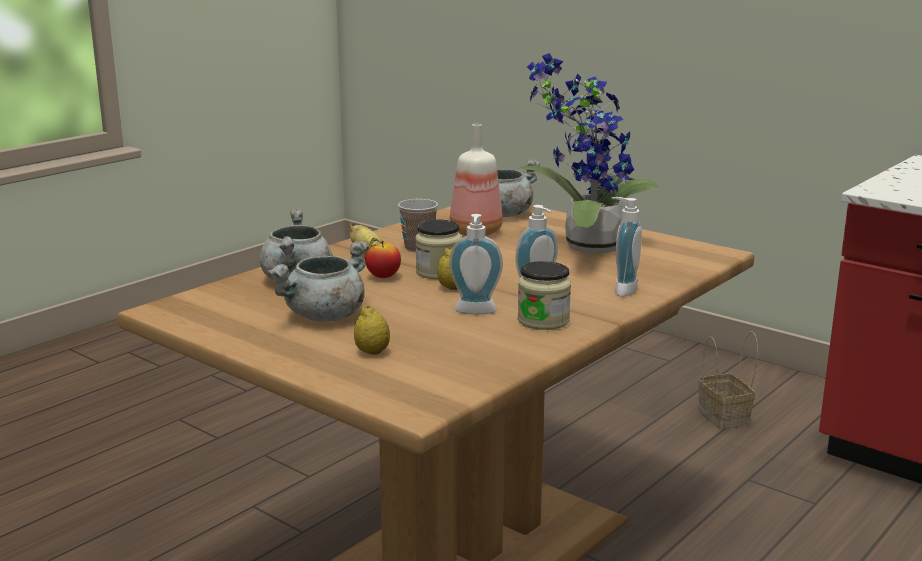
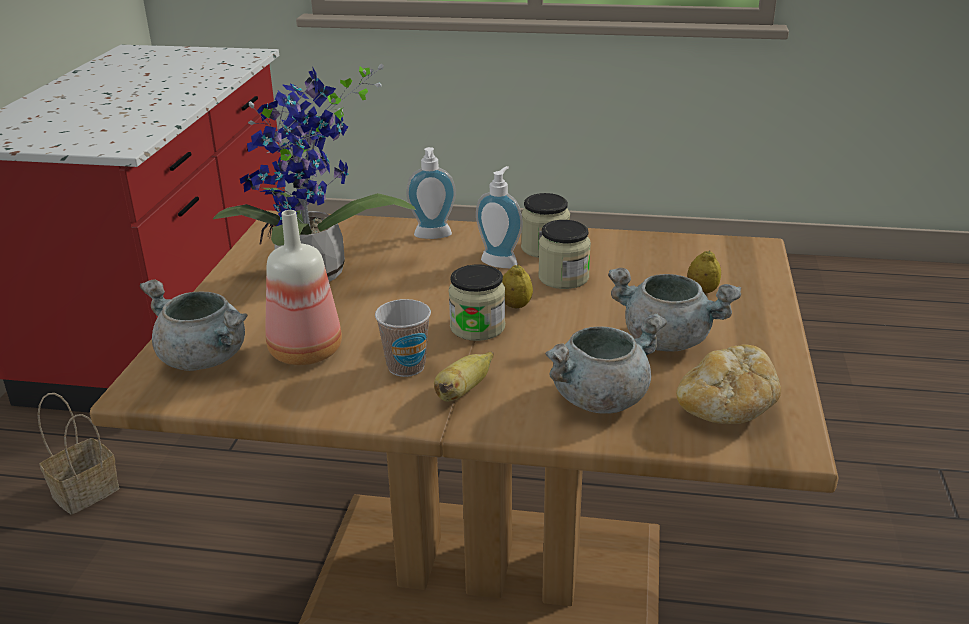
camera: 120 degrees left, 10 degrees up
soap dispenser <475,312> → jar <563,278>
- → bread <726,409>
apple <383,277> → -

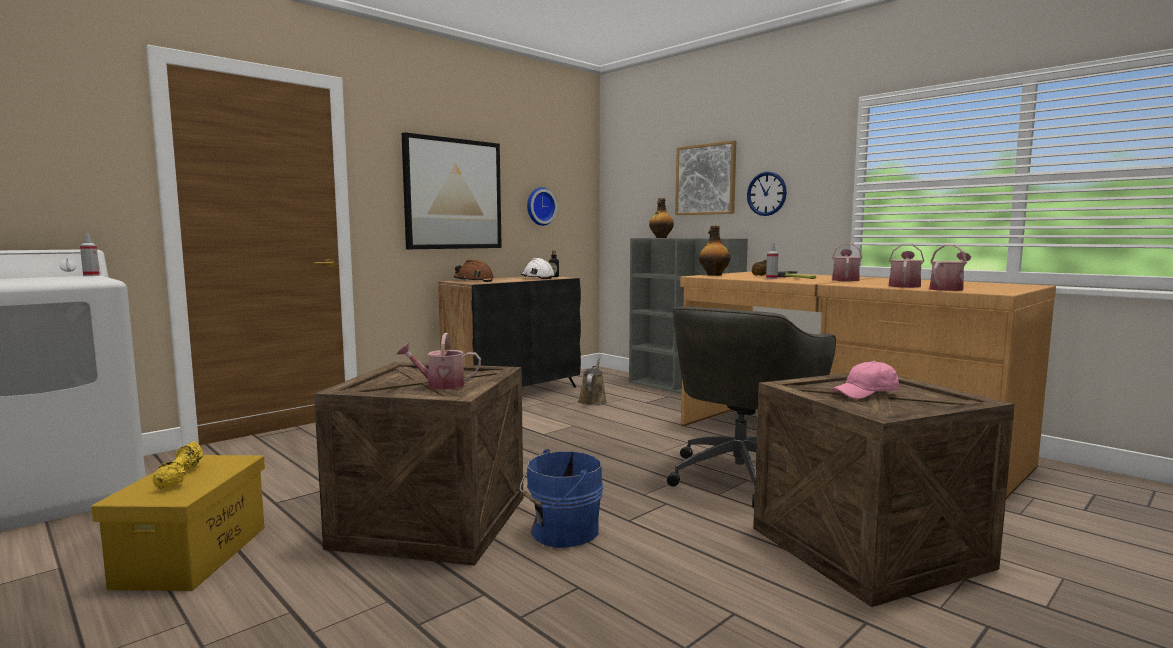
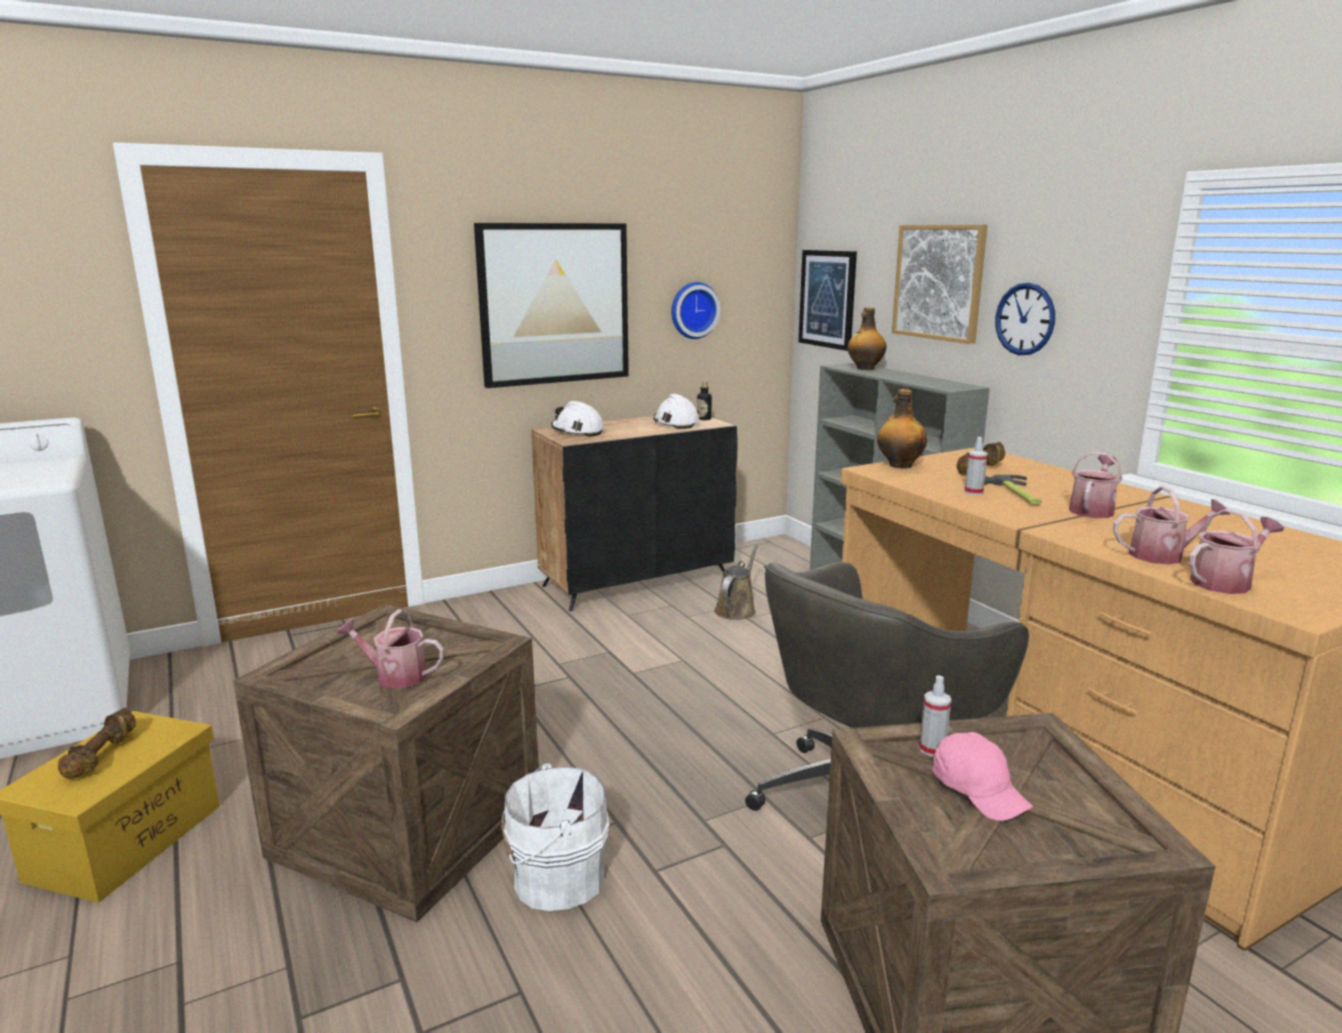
camera: 15 degrees right, 10 degrees up
dumbbell/yellow <181,477> → dumbbell/brown <103,756>
bucket/blue <561,532> → bucket/white <554,878>
hard hat/brown <473,281> → hard hat/white <577,431>
- → picture <827,299>
spray bottle <91,275> → spray bottle <932,750>, moved
cap/pink <866,394> → cap/pink <979,790>, 120 degrees counterclockwise
watering can <904,286> → watering can <1163,555>, 45 degrees clockwise

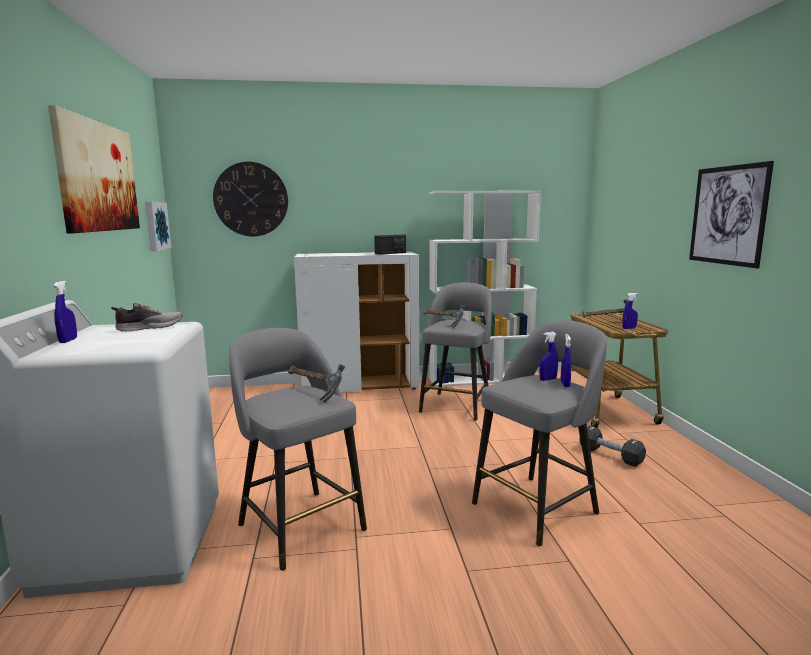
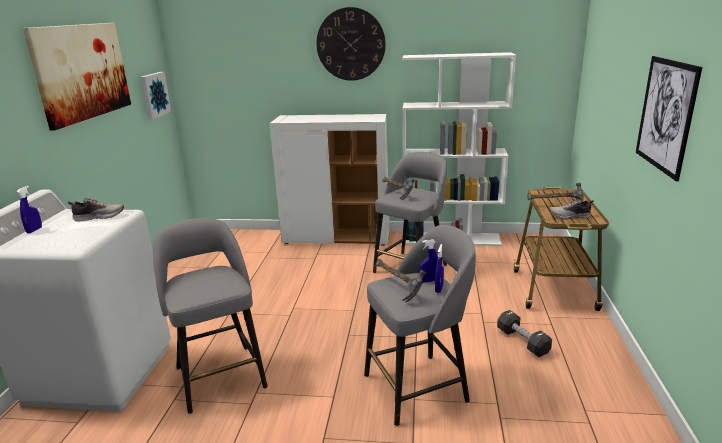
camera: 15 degrees right, 10 degrees up
wall clock <251,199> → wall clock <350,44>, moved
hammer <315,392> → hammer <398,288>, moved
spray bottle/blue <629,328> → shoe <570,216>
radio <390,253> → -

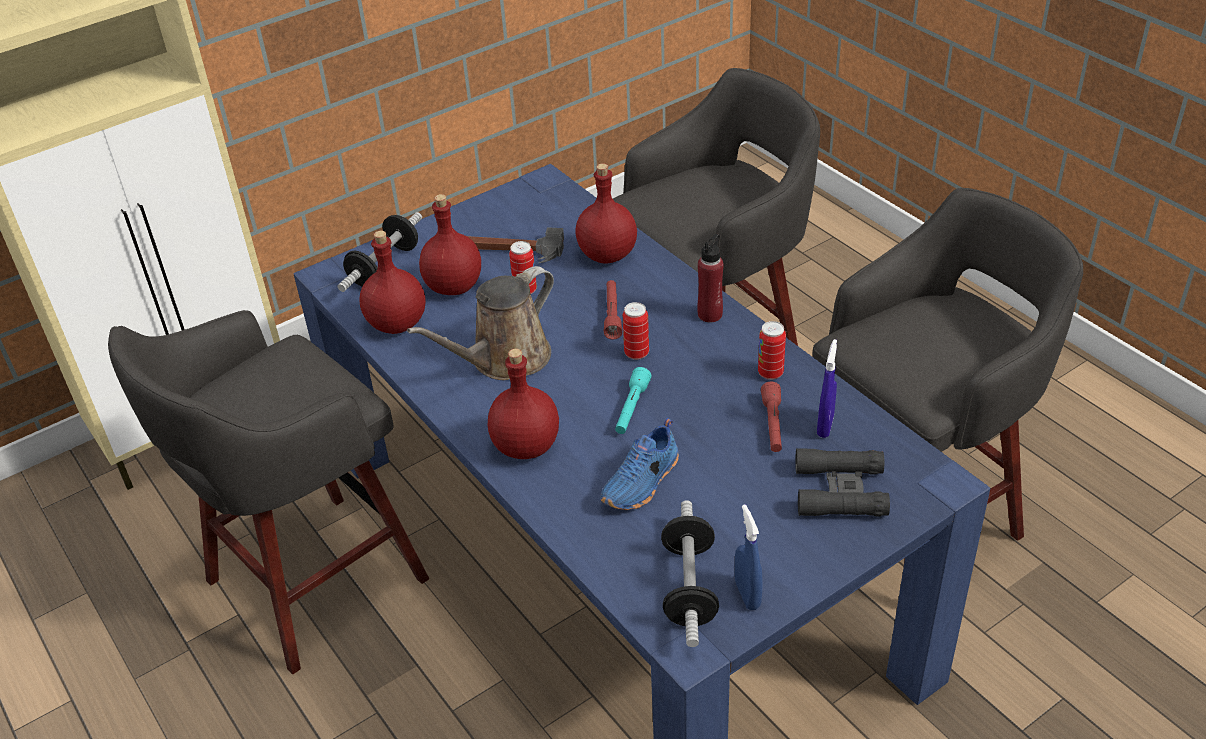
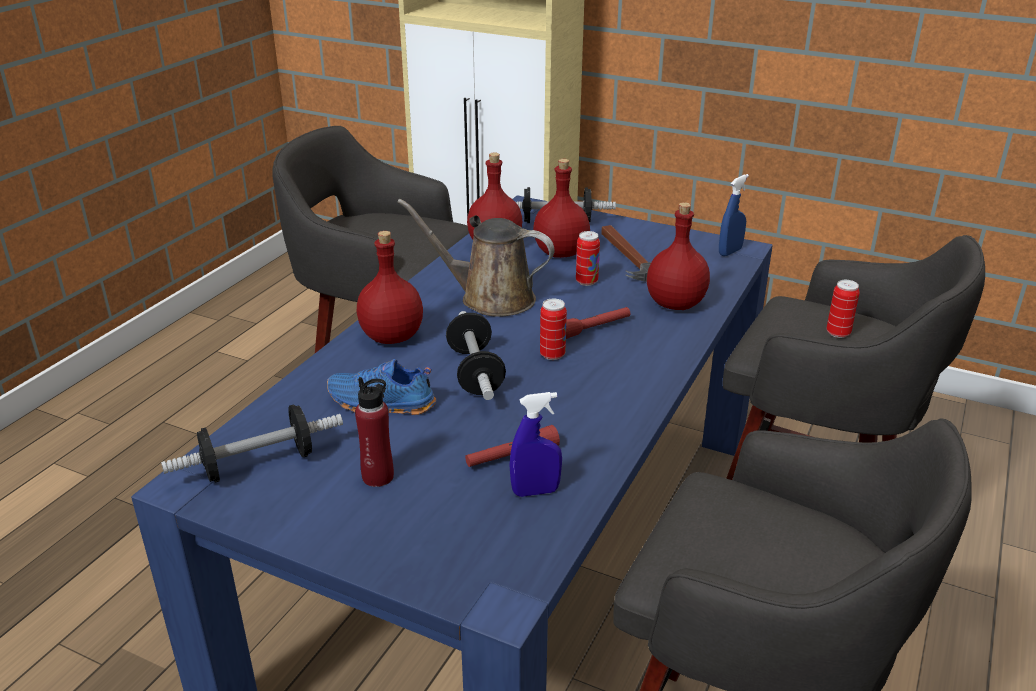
camera: 60 degrees right, 10 degrees down
bottle/red <710,314> → bottle/red <378,476>, moved
flashlight/turquoise <631,408> → dumbbell <475,372>
spray bottle/blue <747,595> → spray bottle/blue <730,252>, moved
can <770,373> → can <838,333>, moved
binoculars/black <840,491> → -

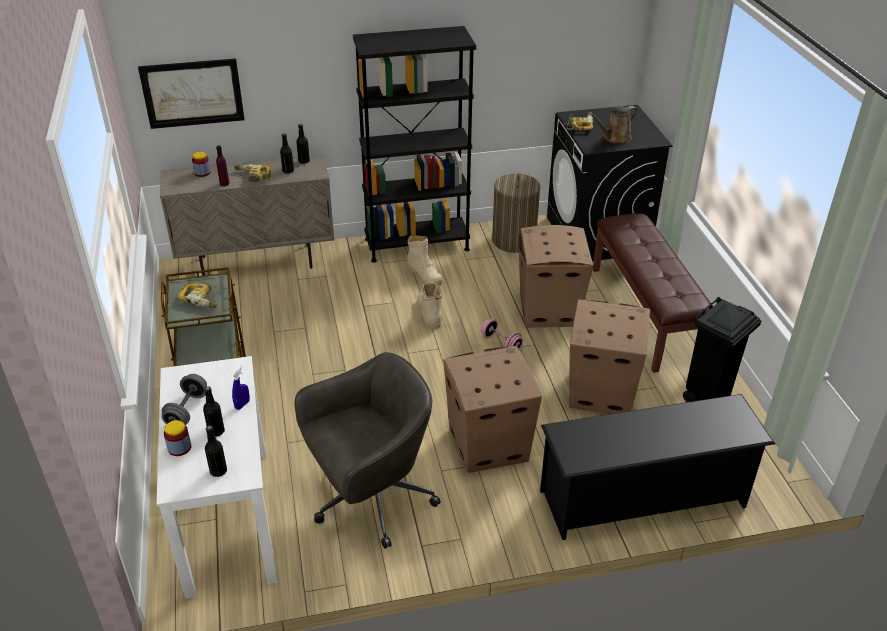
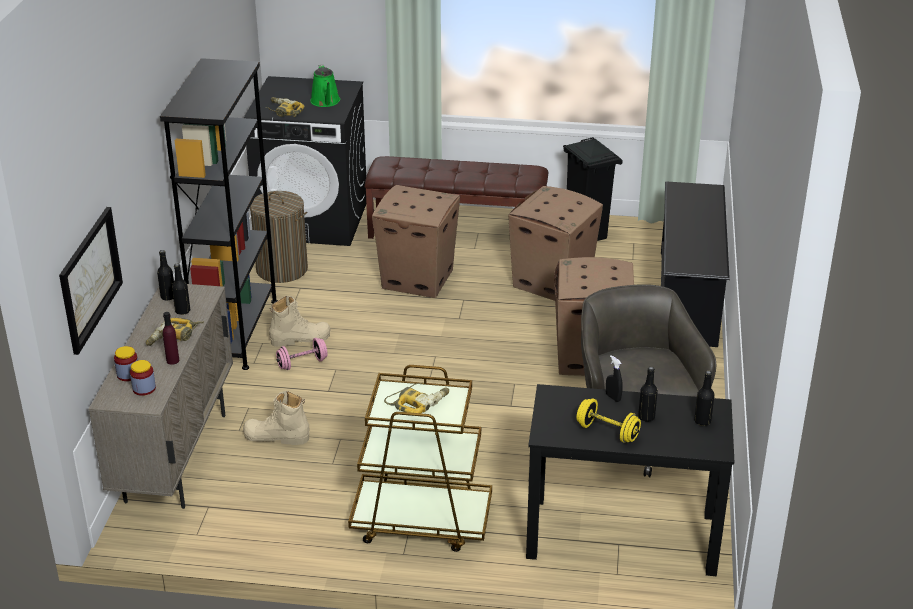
camera: 70 degrees left, 5 degrees down
jar <179,447> → jar <144,389>, moved
boot/beige <429,313> → boot/beige <276,436>, moved
dumbbell/pink <501,343> → dumbbell/pink <302,363>, moved
watering can/brown <615,138> → watering can/green <326,102>
desk/white <228,518> → desk/black <621,535>
dumbbell/grey <187,410> → dumbbell/yellow <607,432>
spray bottle/blue <242,405> → spray bottle/black <613,397>

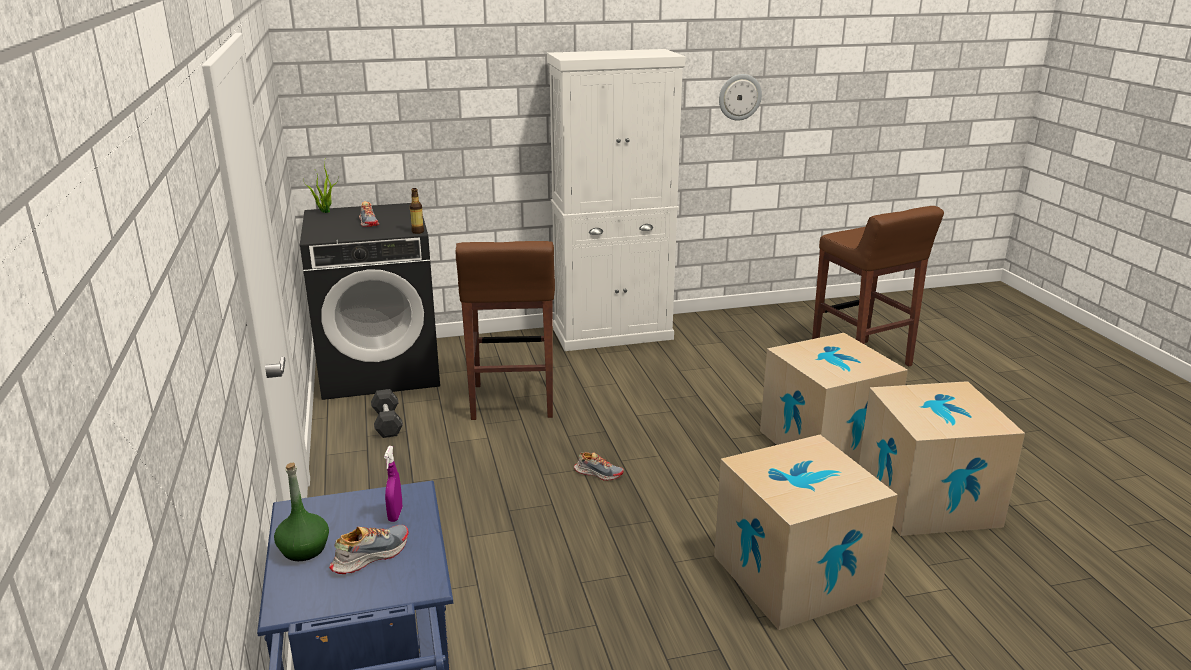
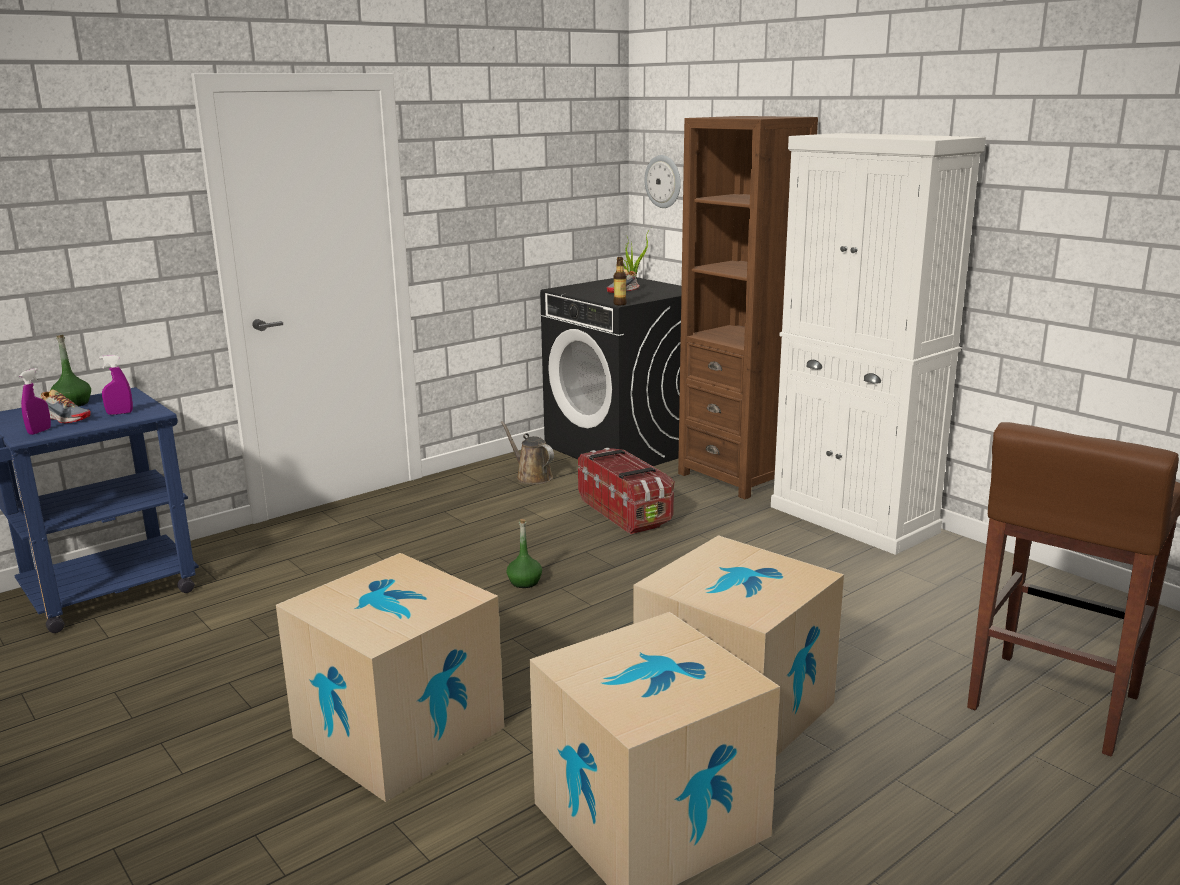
camera: 65 degrees right, 5 degrees down
- → spray bottle/purple <39,431>
dumbbell/black <387,423> → watering can/brown <531,477>
shoe <598,473> → bottle/green <524,582>
stool/brown <512,402> → storage box <625,511>
wall clock <739,97> → wall clock <663,181>, moved
- → bookcase/brown <737,477>

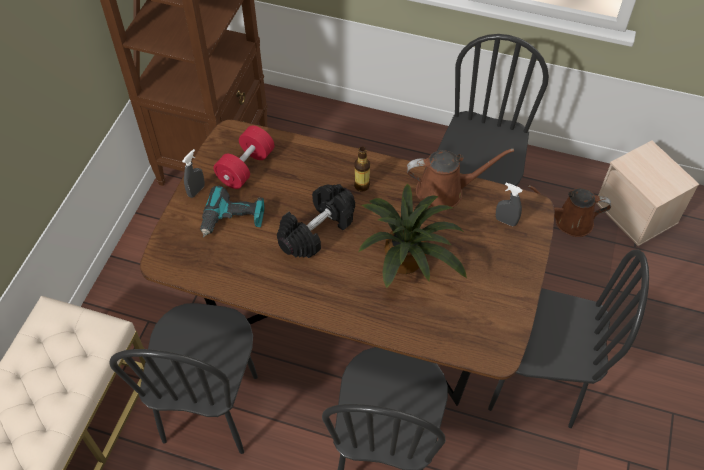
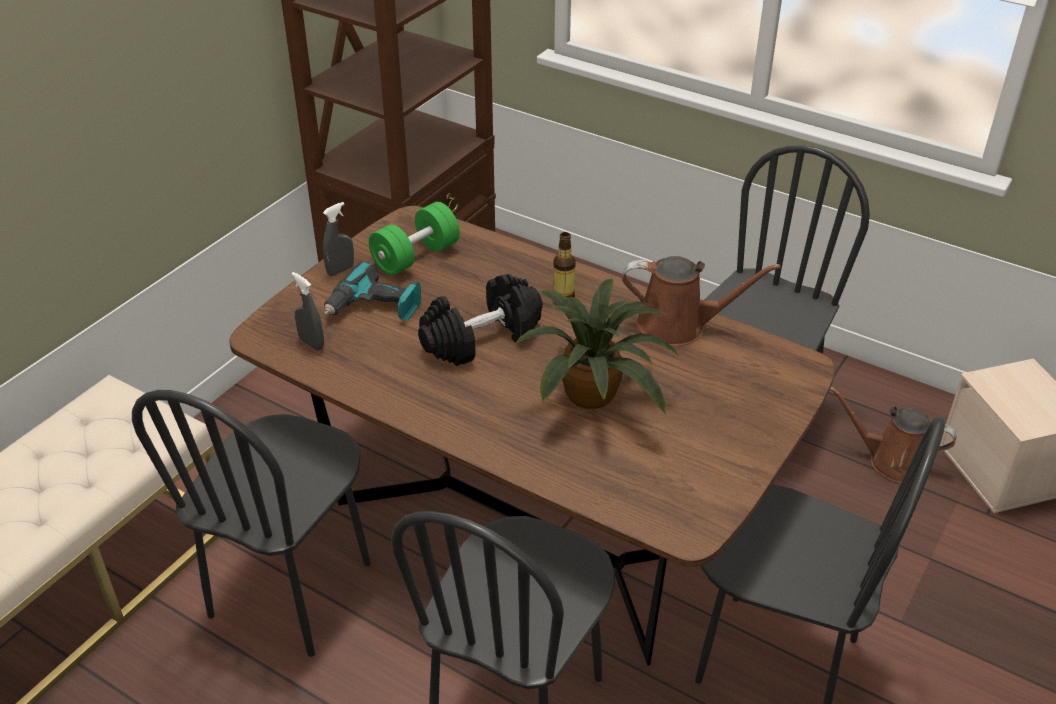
camera: 15 degrees right, 15 degrees down
spray bottle/grey <506,221> → spray bottle/grey <311,343>, moved
dumbbell/red <246,167> → dumbbell/green <416,257>

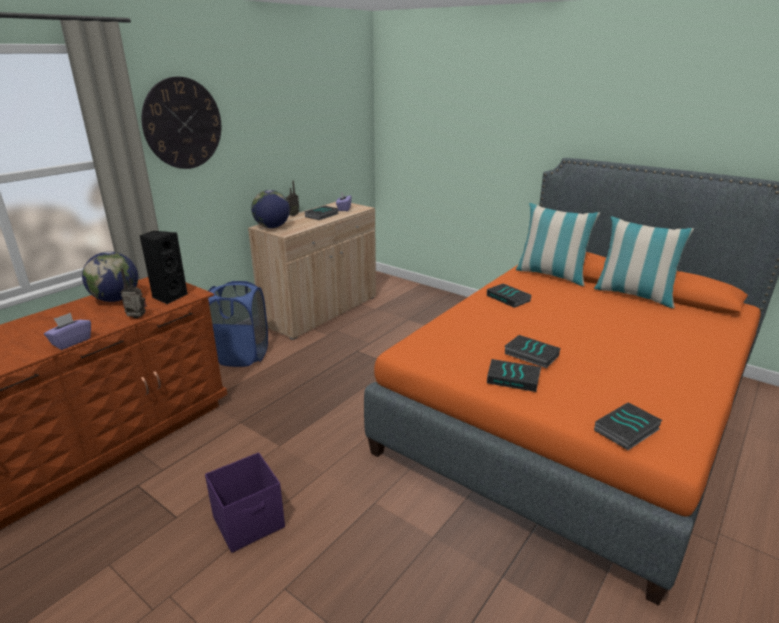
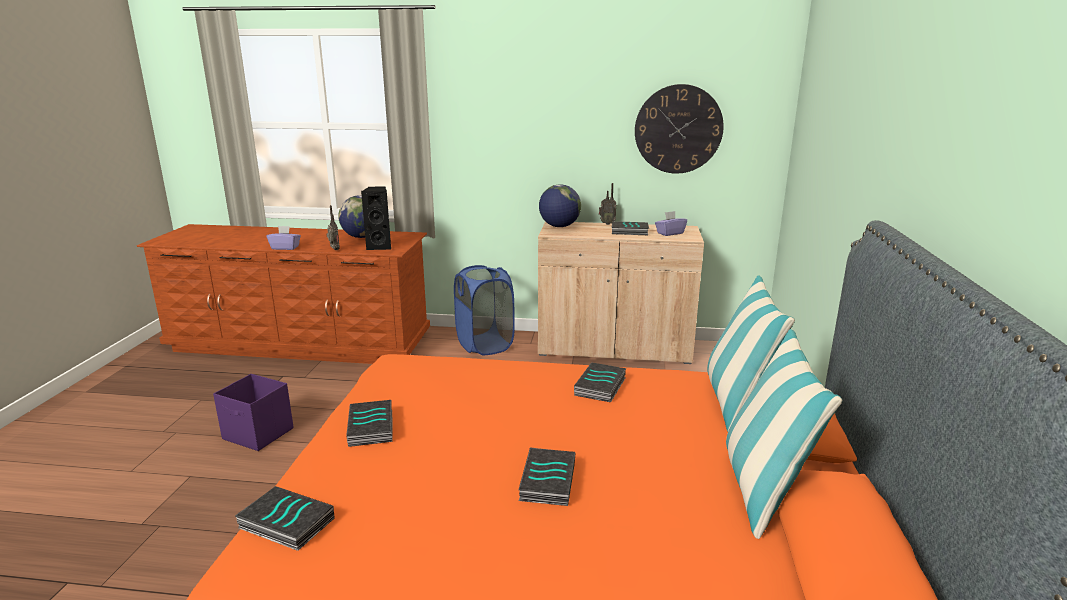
camera: 60 degrees right, 5 degrees down
book <530,355> → book <546,480>, moved
wall clock <183,123> → wall clock <678,129>, moved

